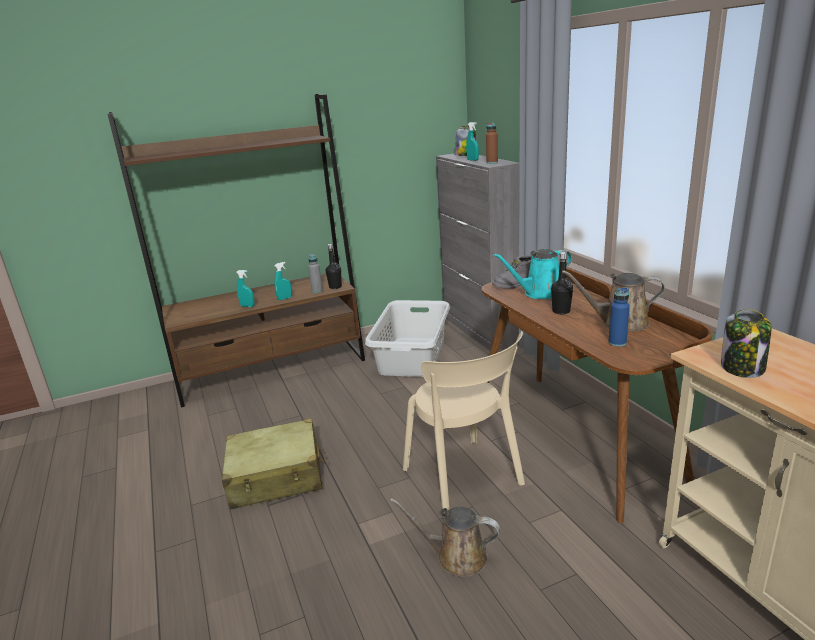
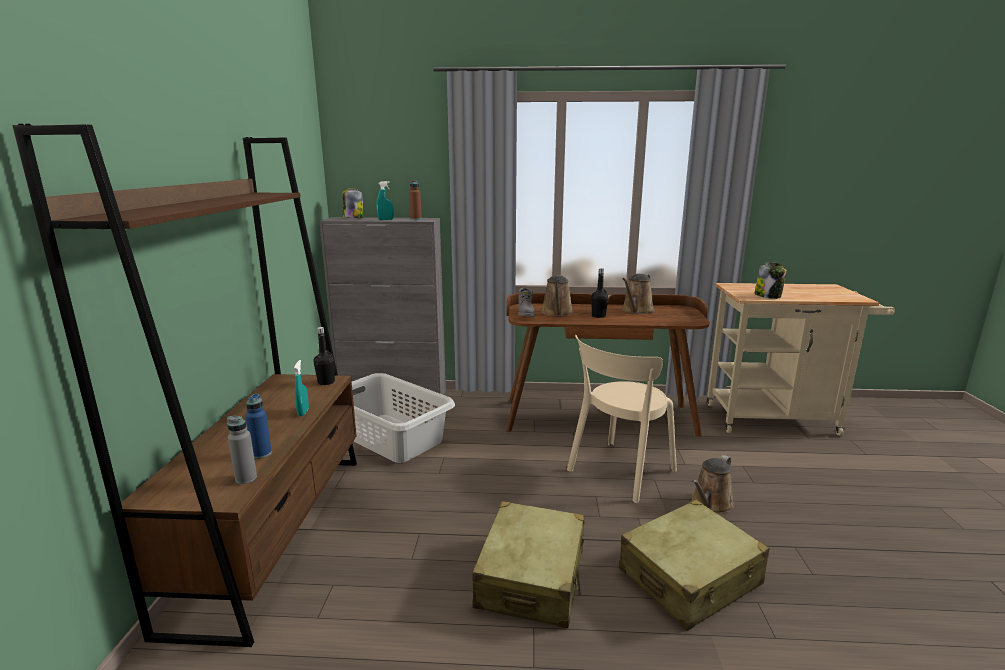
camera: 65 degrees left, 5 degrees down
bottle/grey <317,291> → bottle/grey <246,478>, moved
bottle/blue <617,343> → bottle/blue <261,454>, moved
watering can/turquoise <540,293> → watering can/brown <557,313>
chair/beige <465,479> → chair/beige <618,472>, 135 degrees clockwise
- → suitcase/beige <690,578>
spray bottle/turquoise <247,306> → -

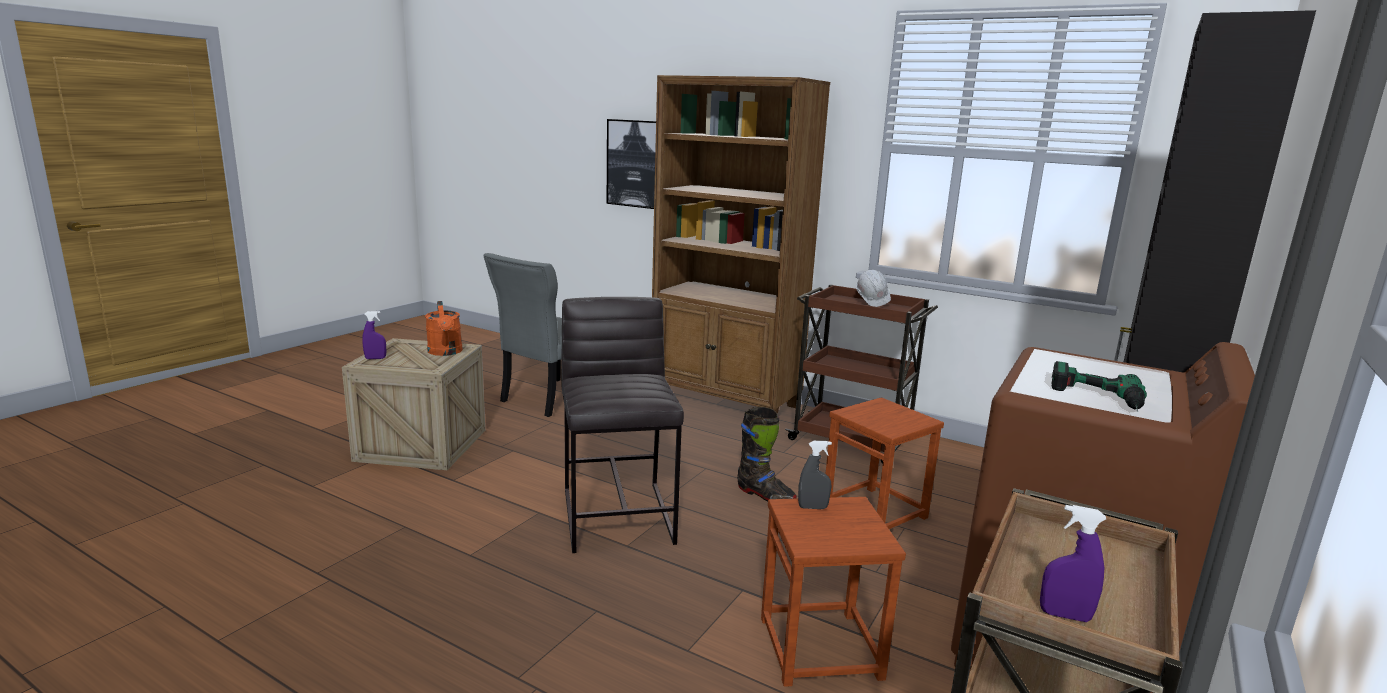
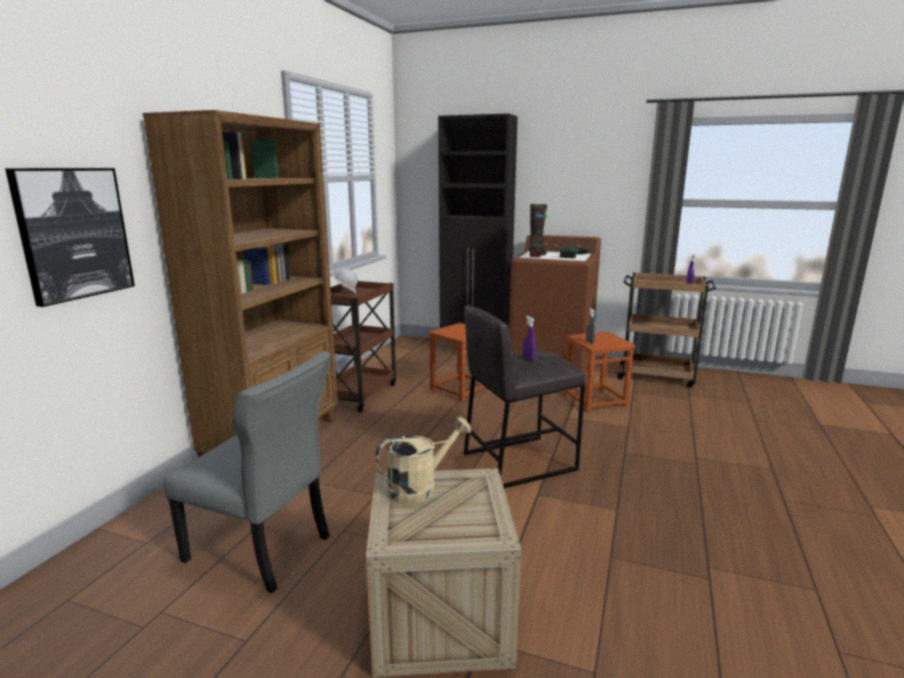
camera: 100 degrees left, 0 degrees up
watering can/orange <445,352> → watering can/beige <420,487>
spray bottle/purple <375,358> → spray bottle/purple <528,359>, moved
boot/black <765,495> → boot/black <538,255>, moved

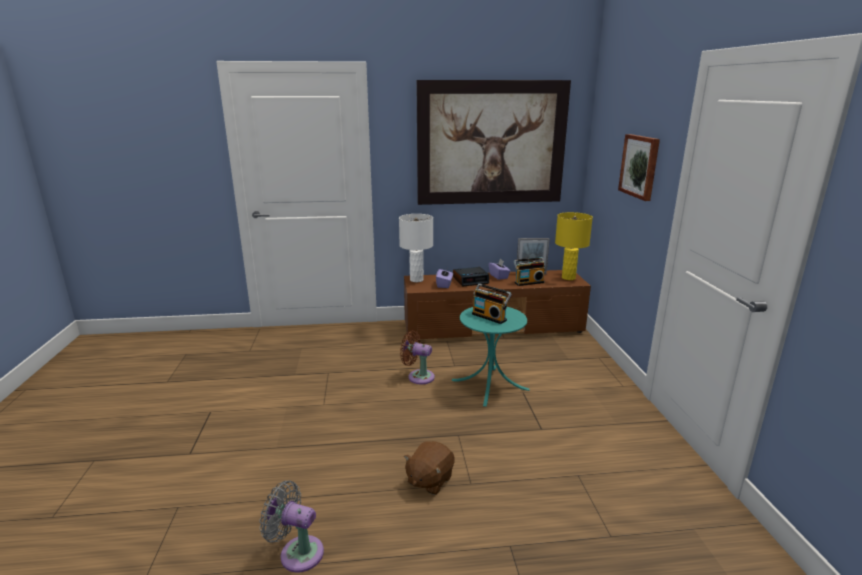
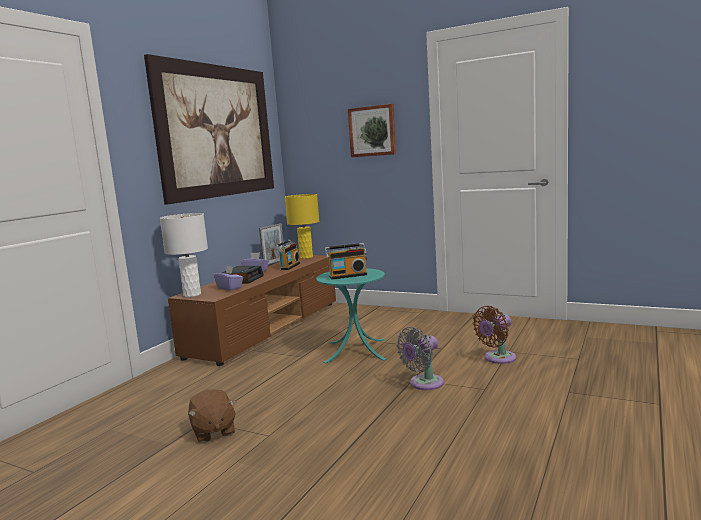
camera: 55 degrees left, 10 degrees down
plush toy/brown <429,480> → plush toy/brown <213,431>, moved
fan/grey <297,552> → fan/grey <423,384>, moved
fan/brown <418,376> → fan/brown <497,358>, moved

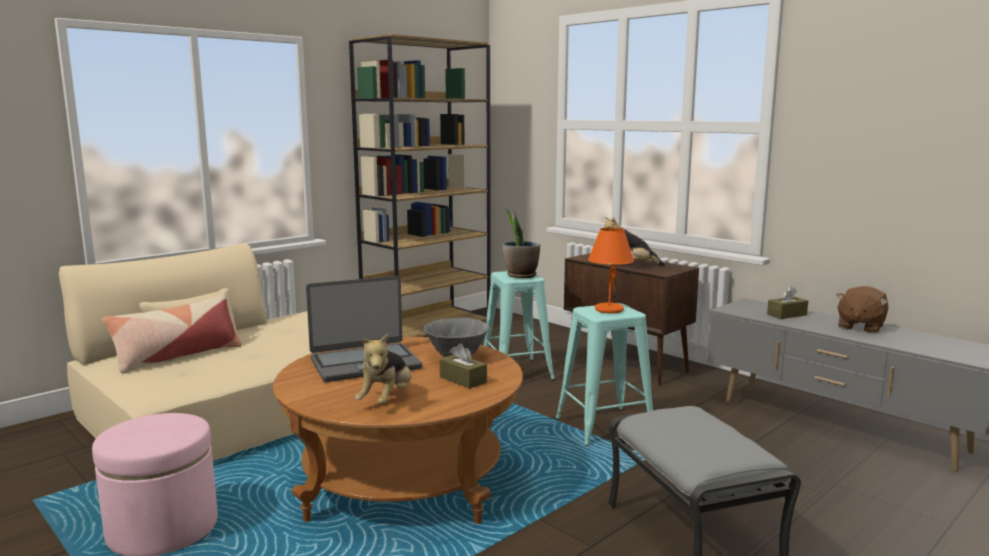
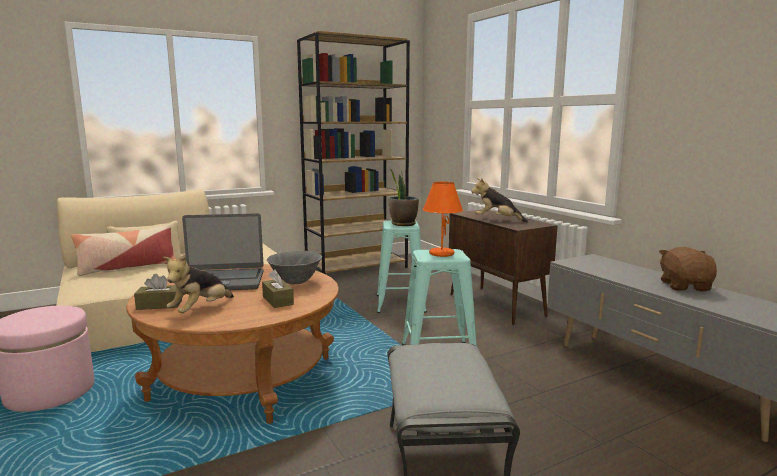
camera: 15 degrees right, 0 degrees up
tissue box/brown <786,315> → tissue box/brown <159,305>, moved
plush toy/brown <860,327> → plush toy/brown <685,286>, 135 degrees clockwise

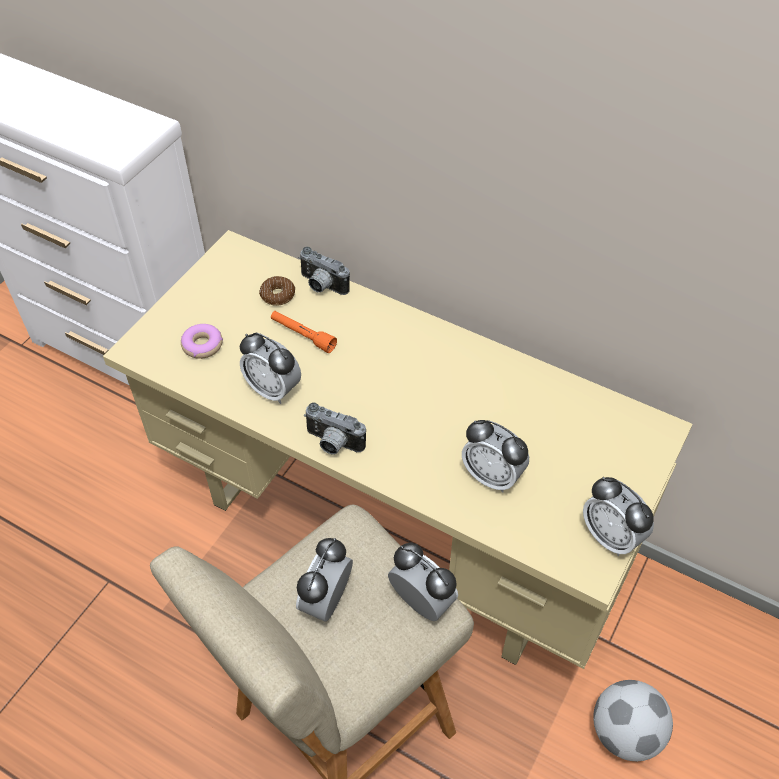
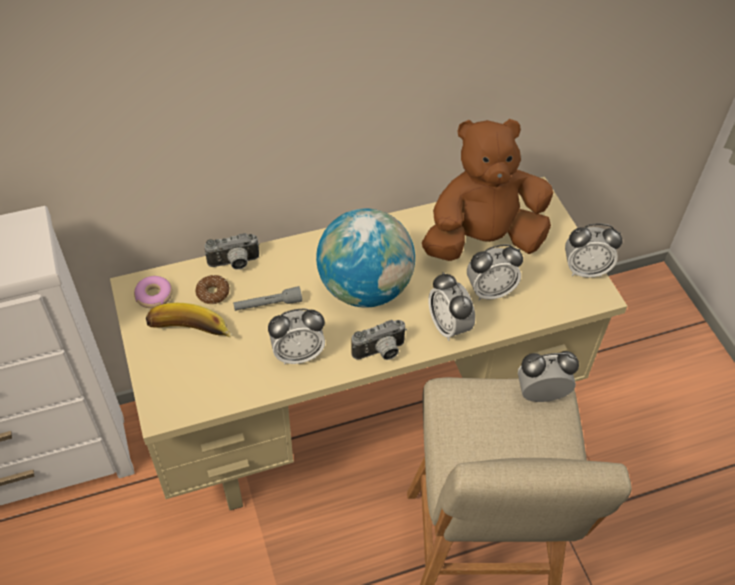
camera: 50 degrees left, 0 degrees up
donut <202,345> → donut <154,295>, moved
- → banana <189,334>
flashlight/orange <303,335> → flashlight/grey <268,305>
- → globe <365,288>
- → plush toy/brown <482,240>
alarm clock <326,600> → alarm clock <448,326>, moved
football <625,733> → -

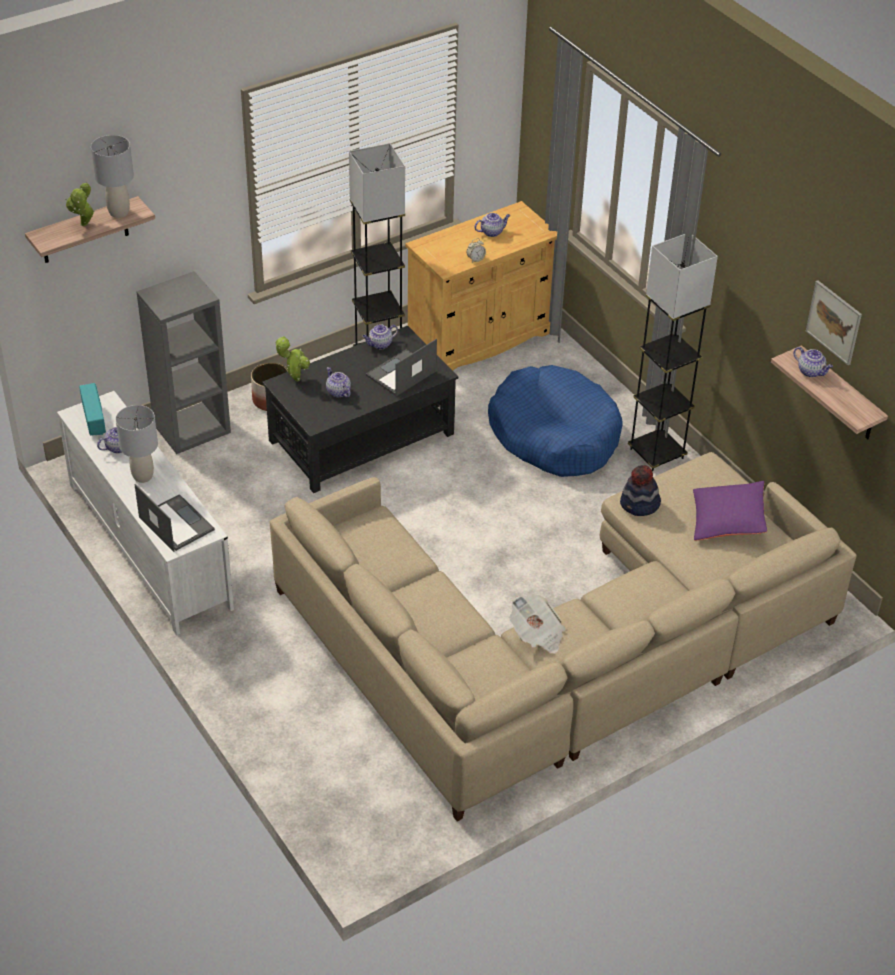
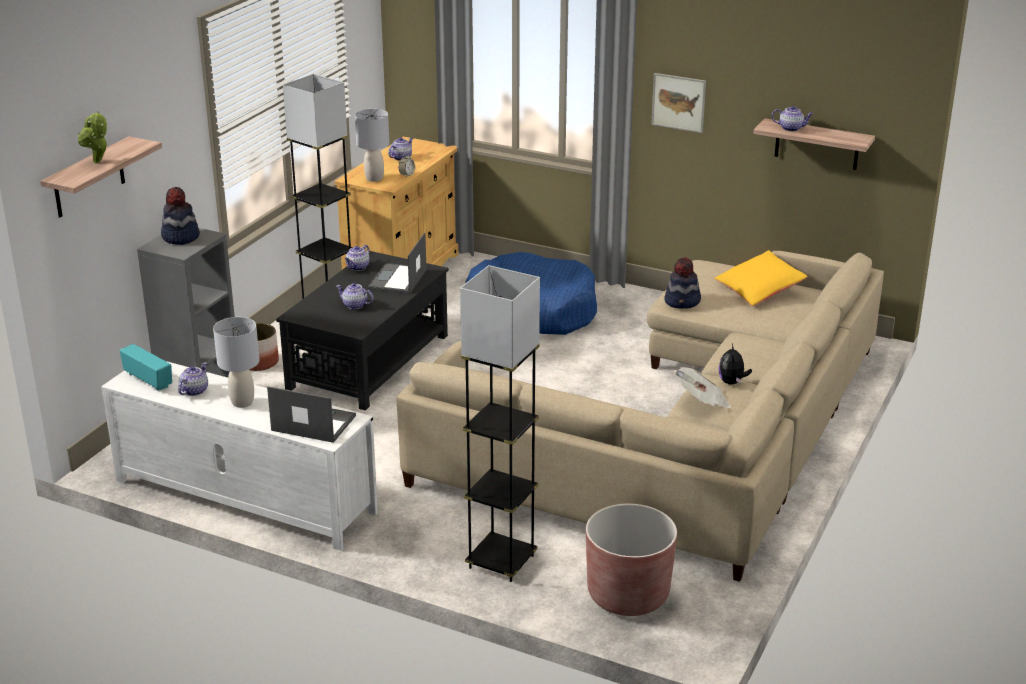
camera: 30 degrees left, 15 degrees down
- → hat <180,237>
table lamp/grey <118,212> → table lamp/grey <374,178>, moved
floor lamp/grey <656,453> → floor lamp/grey <501,562>, moved
- → planter/brown <628,595>
picture <834,322> → picture <678,102>, moved
pillow/purple <727,521> → pillow/yellow <759,290>
- → plush toy <732,382>
potted plant <295,378> → -

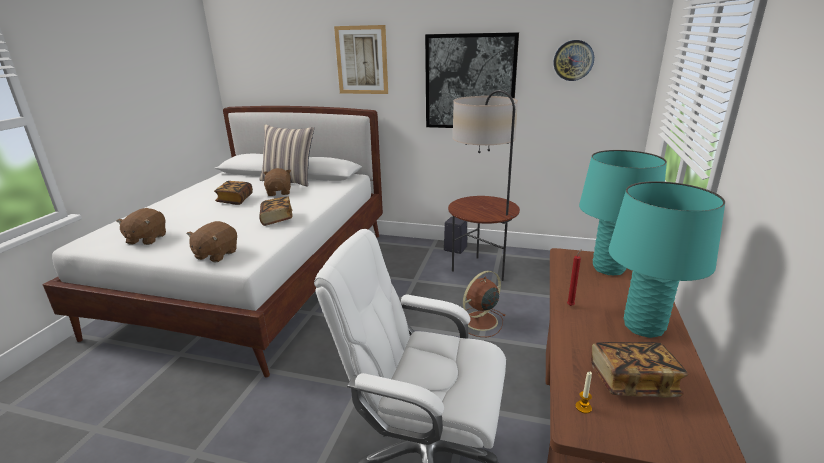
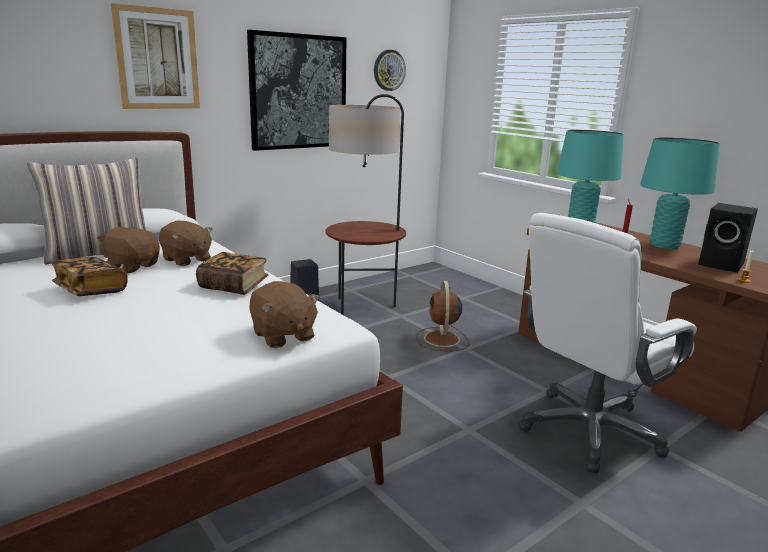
camera: 55 degrees left, 5 degrees down
plush toy/brown <146,239> → plush toy/brown <186,260>, moved
book <632,381> → speaker/black <723,265>

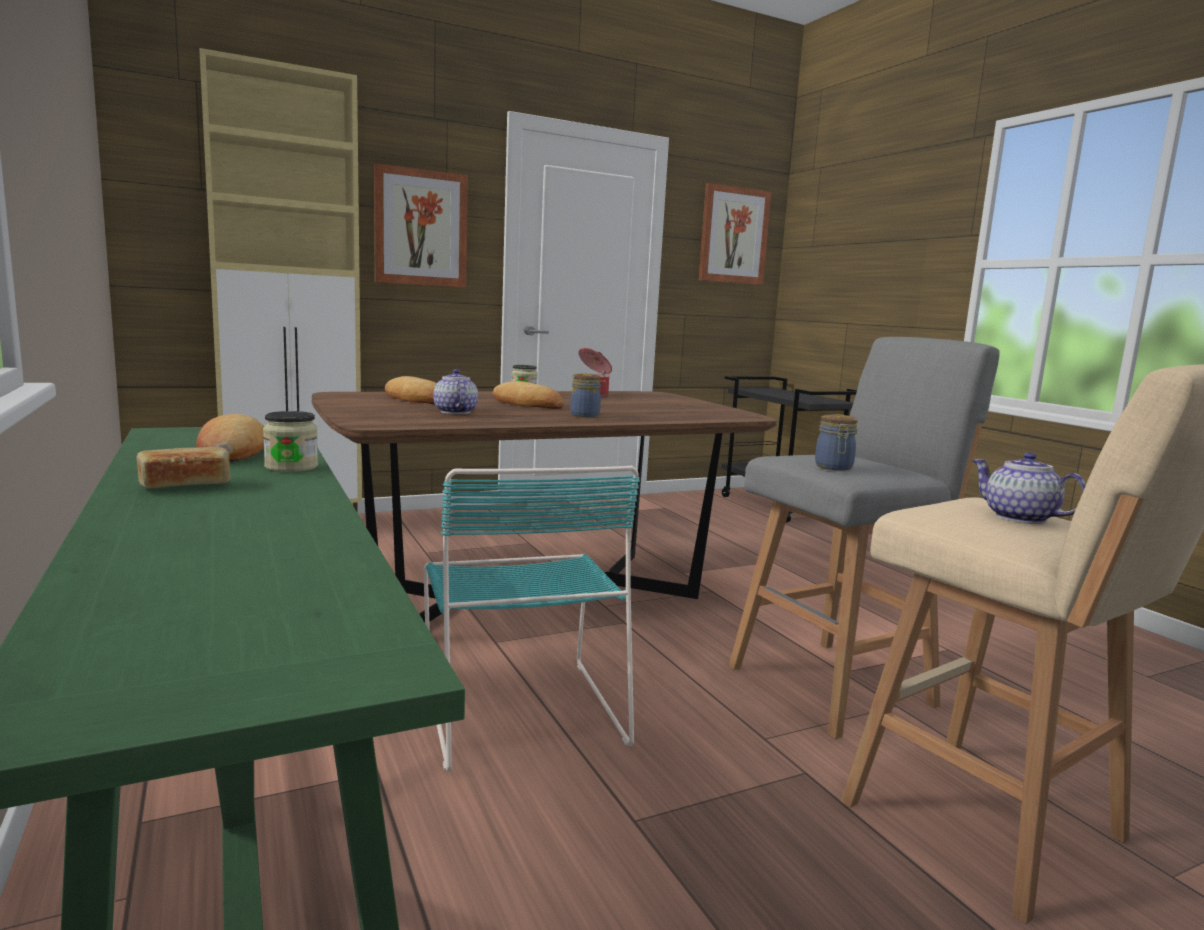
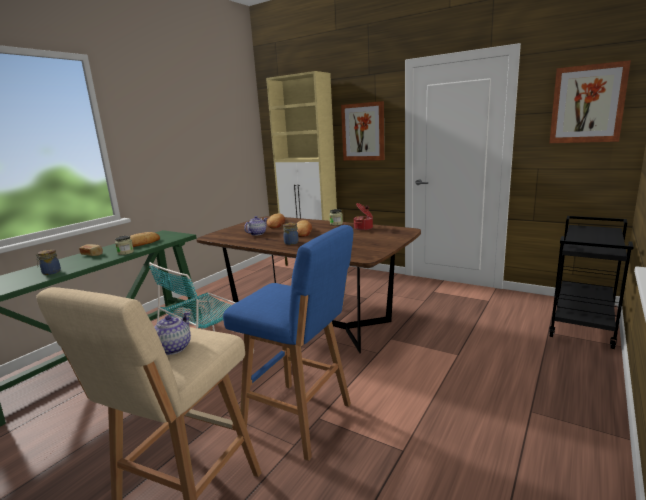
camera: 60 degrees right, 5 degrees up
jar <834,467> → jar <50,272>, moved
stool/grey <836,684> → stool/blue <300,419>

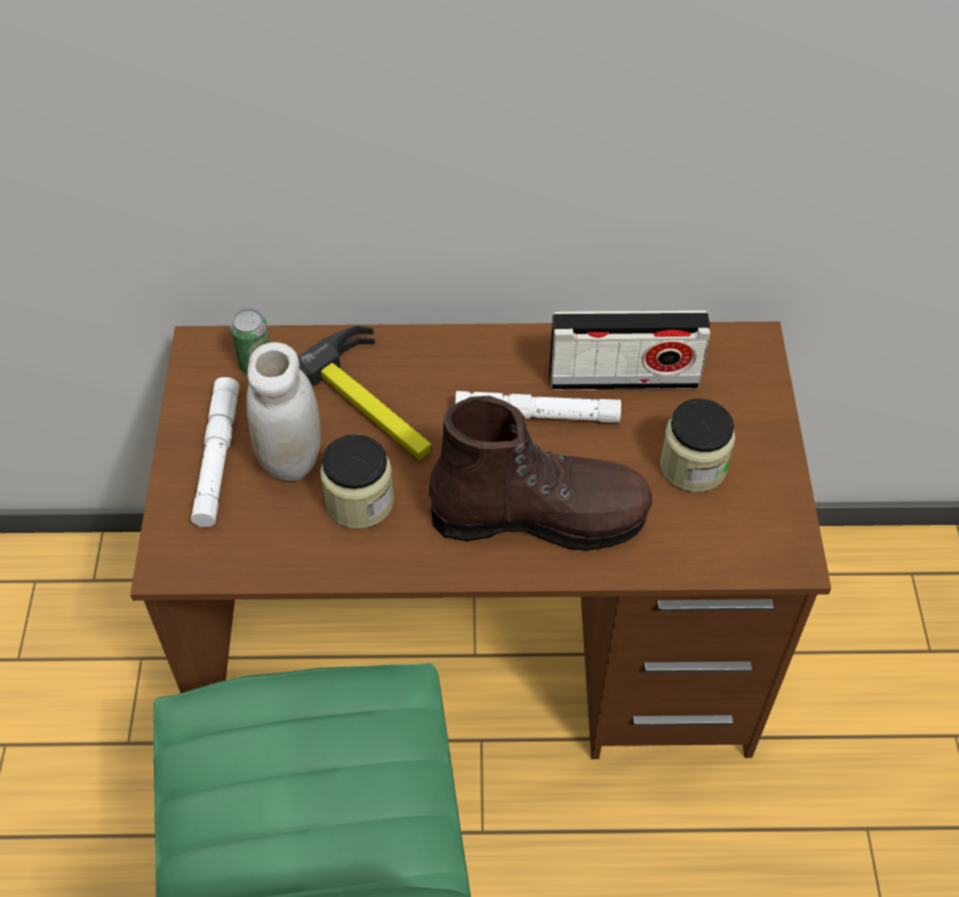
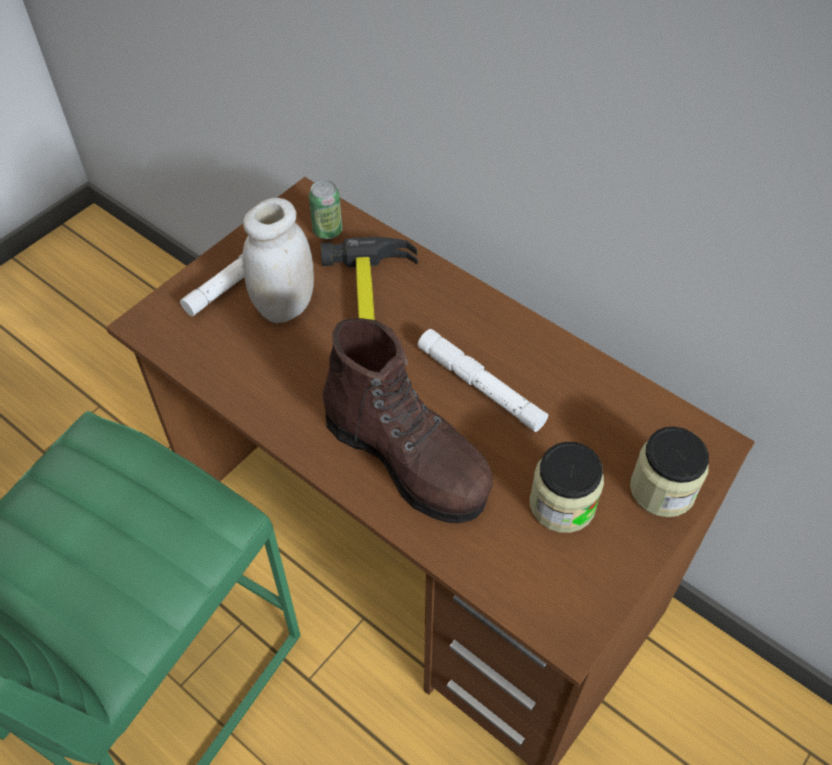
camera: 40 degrees right, 0 degrees up
jar <359,501> → jar <662,489>, moved
radio <623,378> → -

